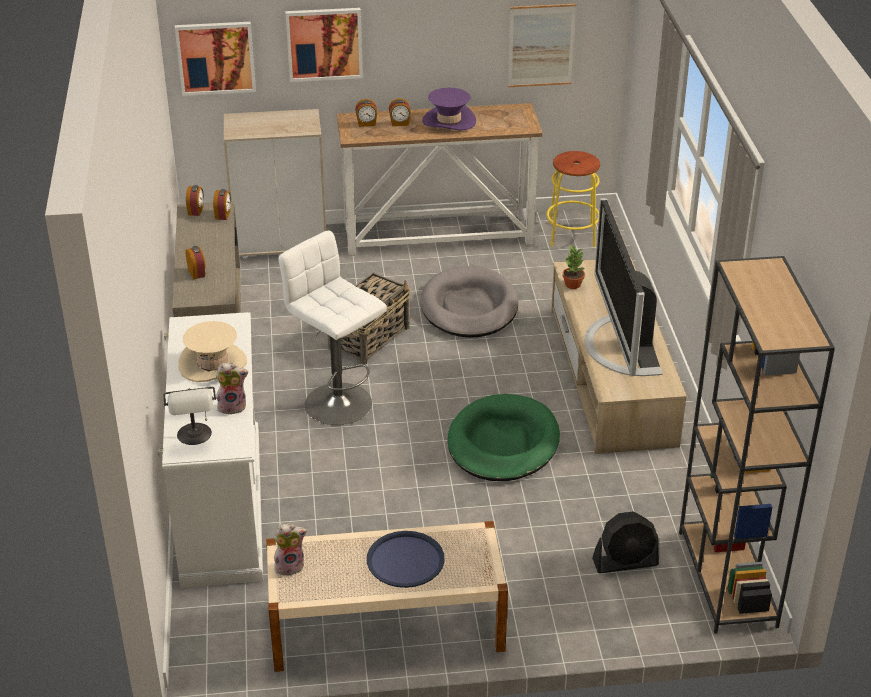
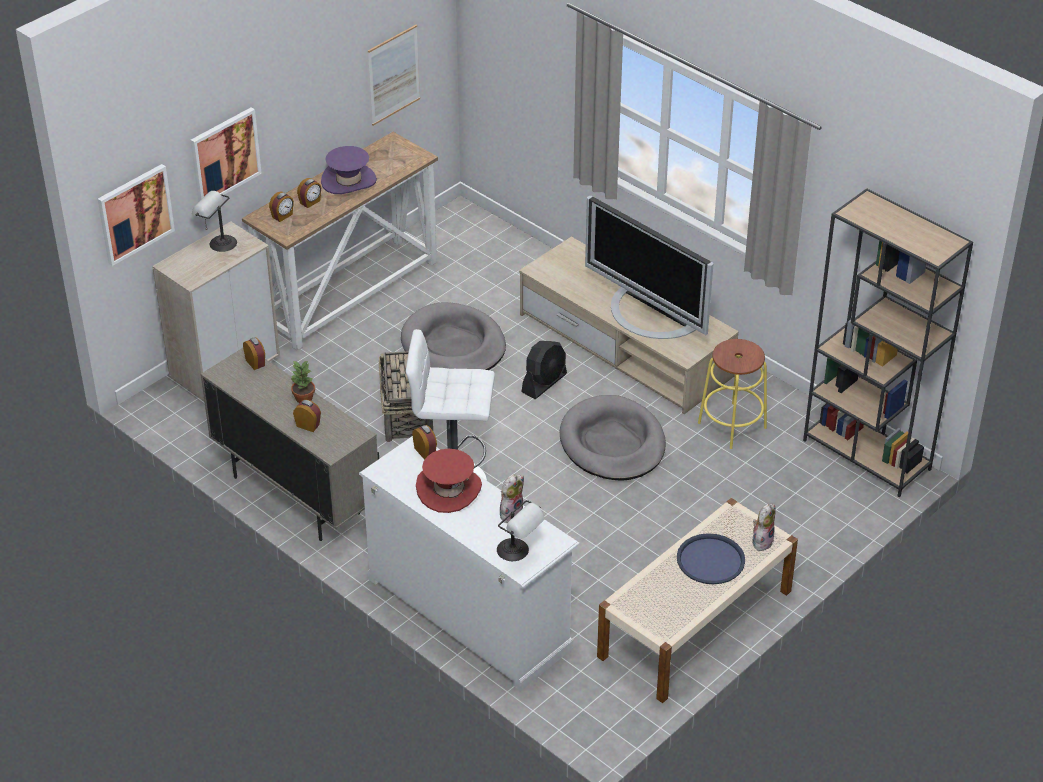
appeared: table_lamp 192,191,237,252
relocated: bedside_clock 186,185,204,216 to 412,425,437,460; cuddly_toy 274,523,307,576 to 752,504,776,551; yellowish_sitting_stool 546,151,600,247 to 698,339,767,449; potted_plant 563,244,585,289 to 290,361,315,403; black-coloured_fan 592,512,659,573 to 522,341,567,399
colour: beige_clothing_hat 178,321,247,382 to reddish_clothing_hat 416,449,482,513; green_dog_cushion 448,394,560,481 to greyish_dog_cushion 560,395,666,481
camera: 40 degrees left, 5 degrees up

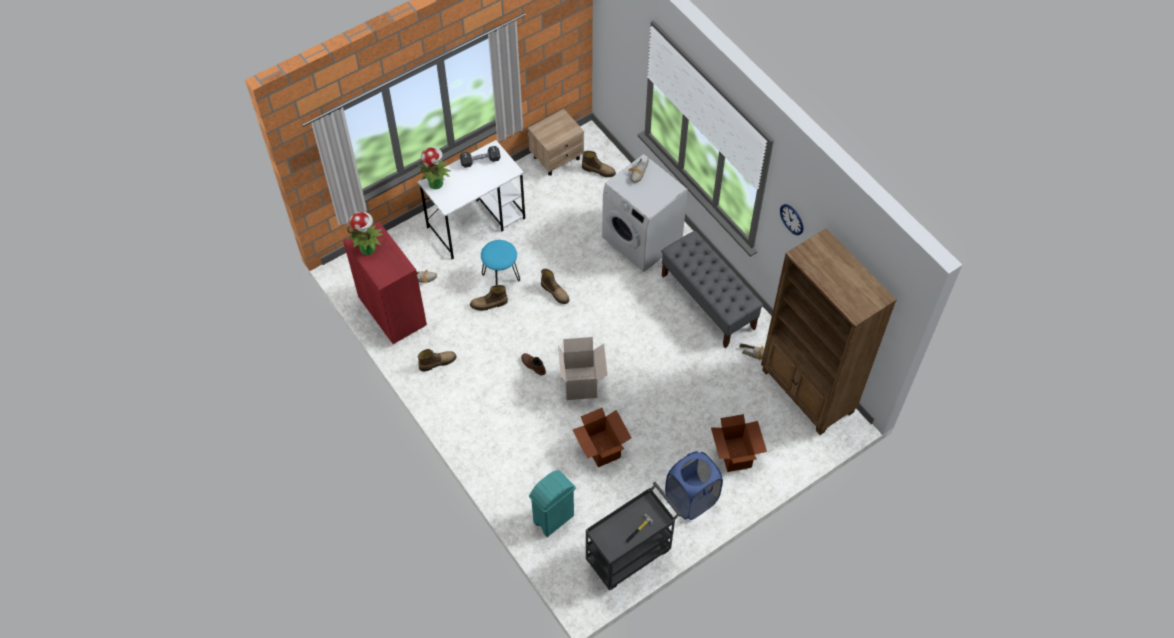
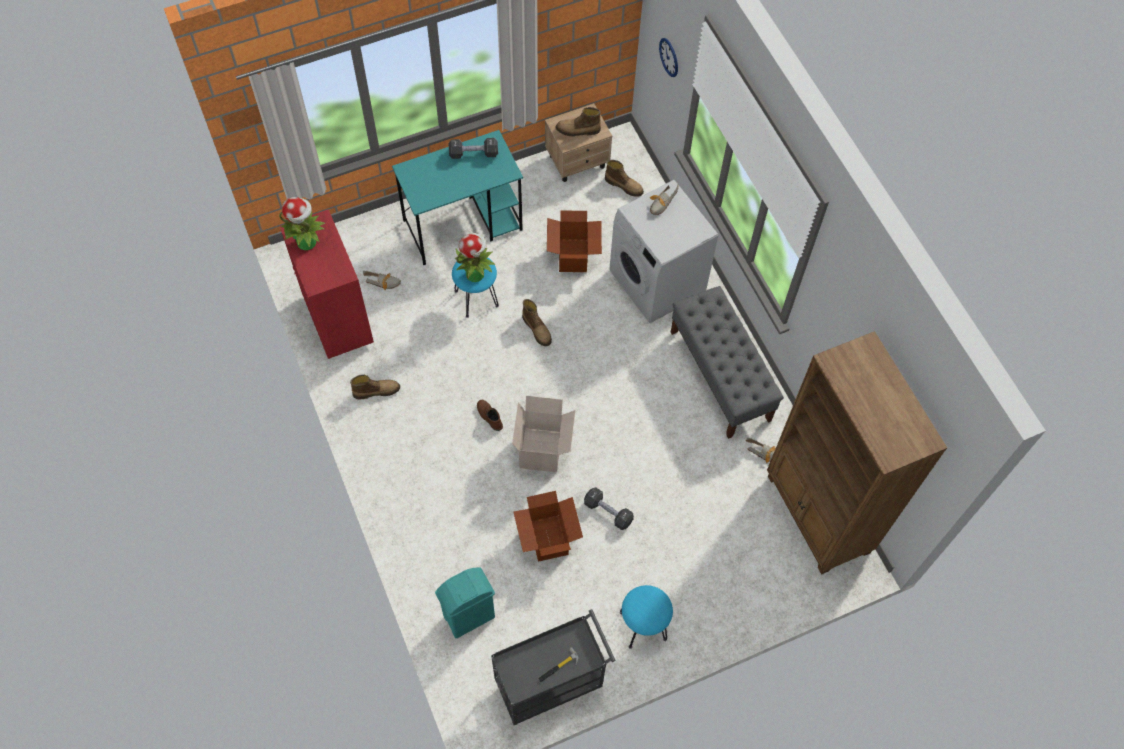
appeared: black-coloured_hand_weight 584,487,634,530
relocated: potted_plant 418,147,451,189 to 454,233,495,282; high-top_boot 470,285,508,311 to 556,107,601,137; packing_box 711,414,767,472 to 547,210,602,272; wall_clock 780,204,803,235 to 659,38,678,77
exchanged: blue-coloured_hamper 665,451,723,520 to blue-green_sitting_stool 620,585,673,649
colour: whitish_desk 417,140,525,259 to blue-green_desk 392,130,523,265
camera: 10 degrees right, 5 degrees up

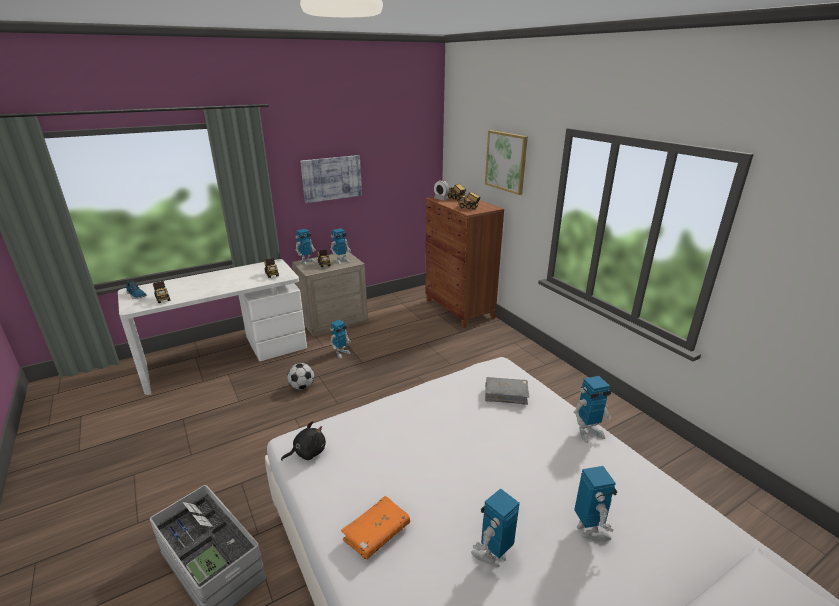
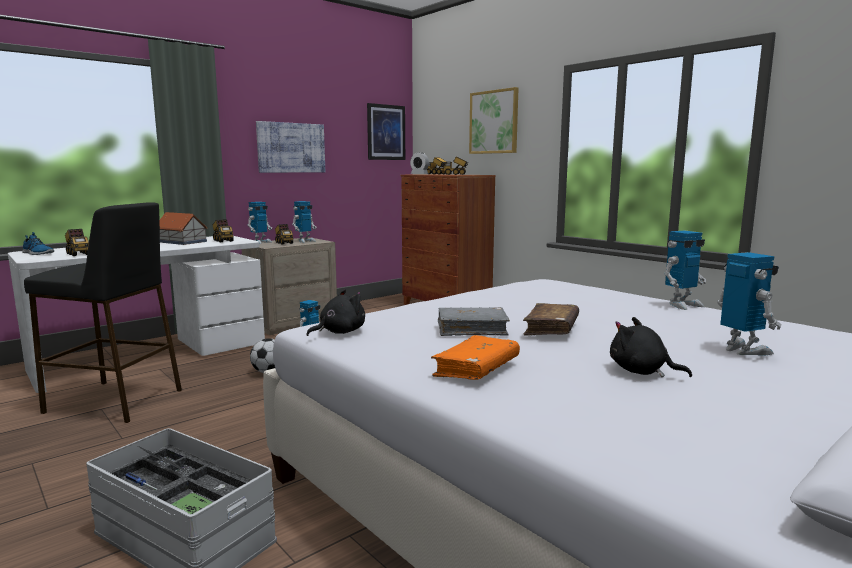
appeared: black-coloured_sitting_stool 24,202,182,423; miniature_house 160,212,207,245; wall_art 367,103,405,160; brownish_bound_book 523,303,579,336
relocated: greyish_bound_book 485,377,529,405 to 438,307,510,336
exchanged: model_robot 471,488,520,567 to black-coloured_cuddly_toy 610,317,692,377
camera: 10 degrees left, 15 degrees down

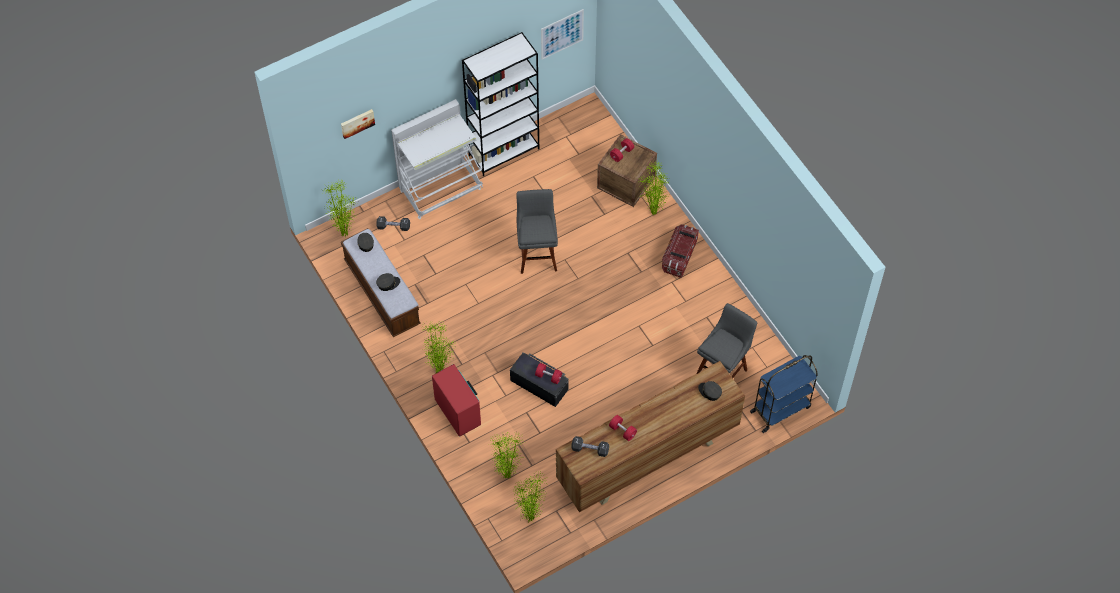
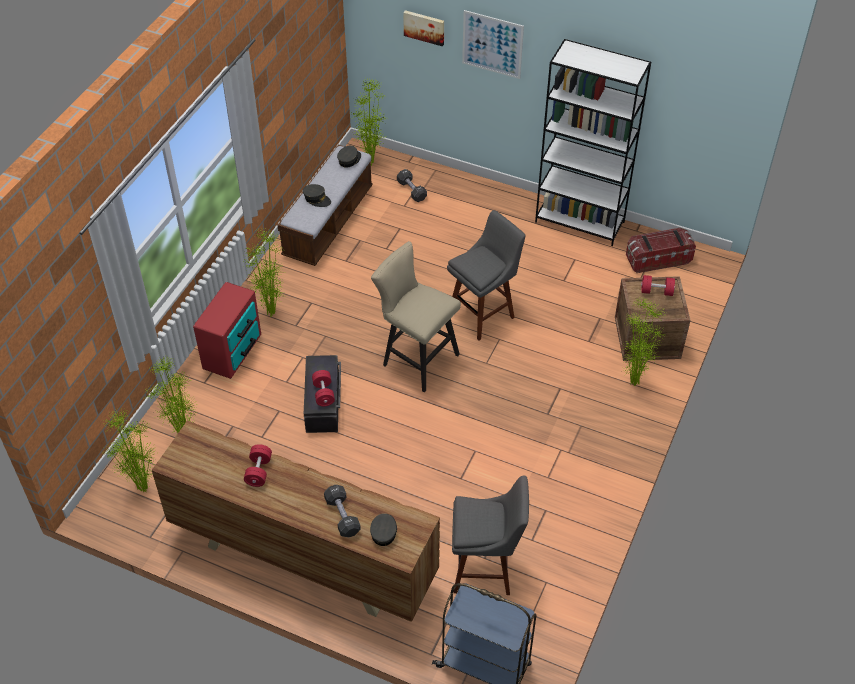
missing: whitish_shoe_shelf 391,100,483,219
appeared: beige_sitting_stool 371,241,461,392
relocated: wall_art 541,9,584,60 to 462,10,524,79; black-coloured_hand_weight 571,436,609,457 to 324,485,361,537; storage_box 662,224,699,278 to 626,228,696,273
camera: 55 degrees right, 10 degrees down

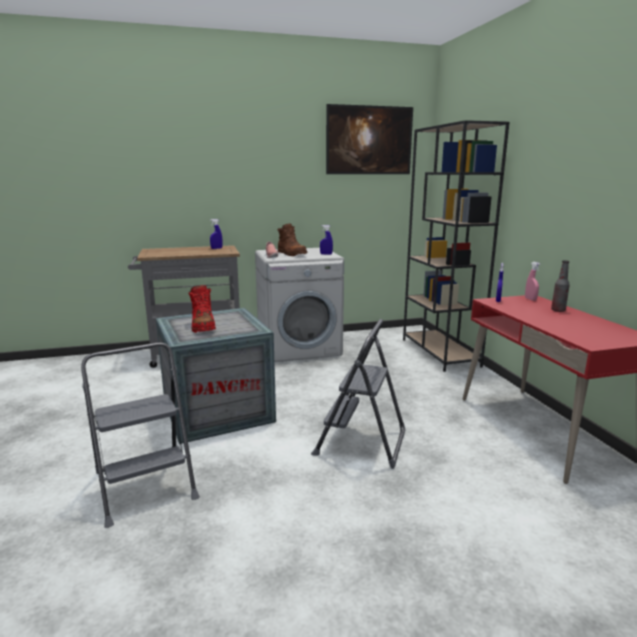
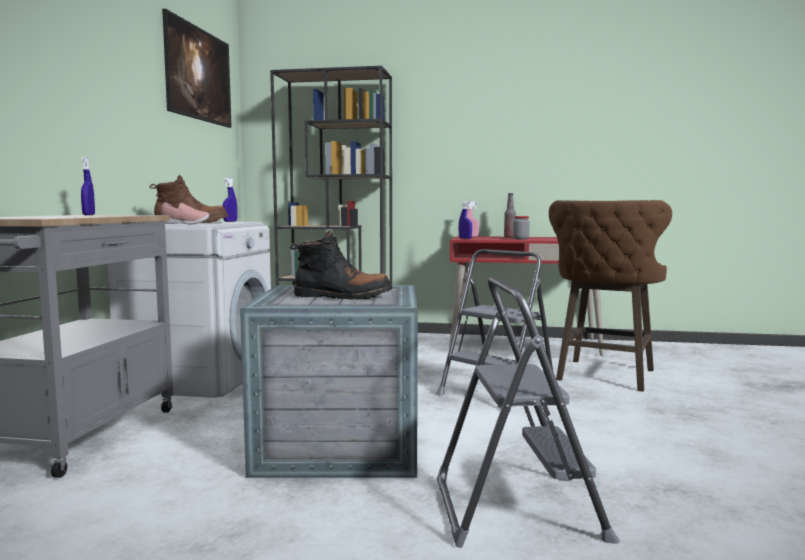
appeared: jar 513,216,530,240; brownish_sitting_stool 549,200,672,392
colour: reddish_high-top_boot 188,285,216,333 to black-coloured_high-top_boot 290,230,393,300
camera: 65 degrees left, 10 degrees down

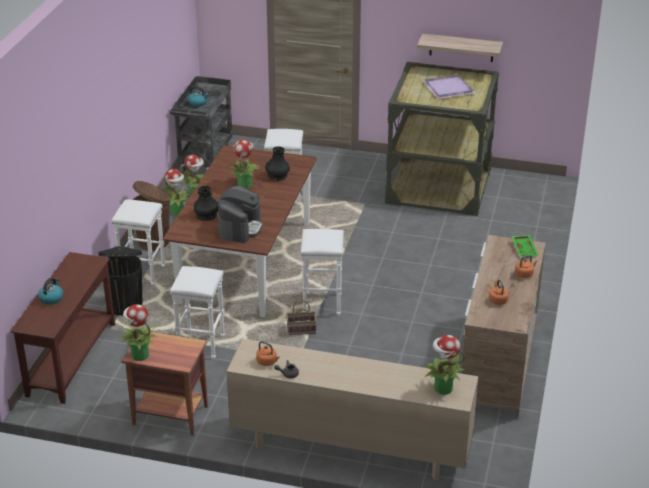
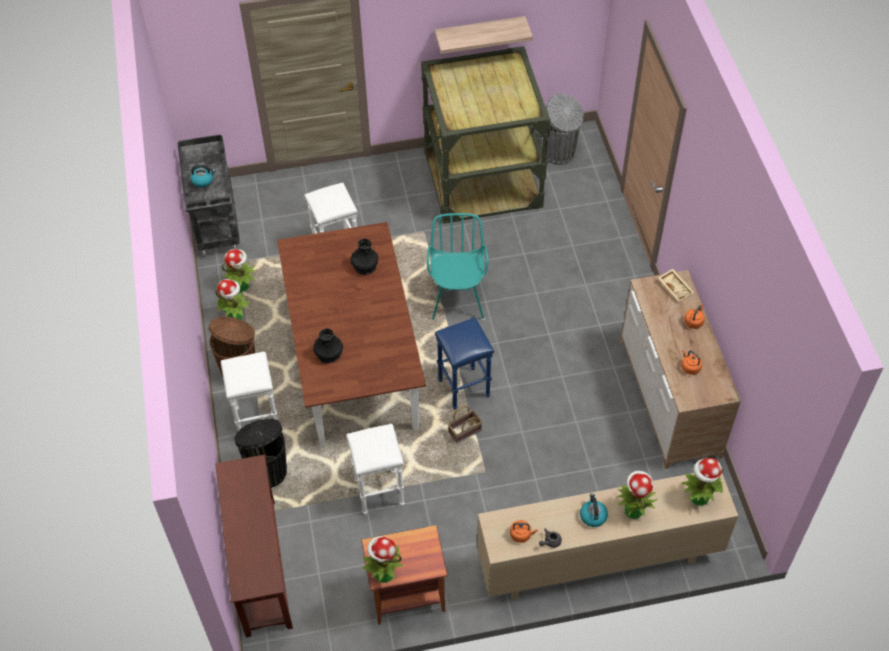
missing: coffee_machine 218,186,263,243; purplish_serving_tray 423,74,475,99
appeared: blue-green_chair 427,213,489,320; greyish_trash_can 546,93,584,165
relocated: water_kettle 38,278,63,305 to 580,493,608,527; potted_plant 229,139,260,189 to 617,471,658,519
colour: whitish_sitting_stool 300,229,344,316 to blue-coloured_sitting_stool 435,317,494,409; green_serving_tray 511,235,539,258 to beige_serving_tray 658,269,694,302
camera: 25 degrees left, 20 degrees up

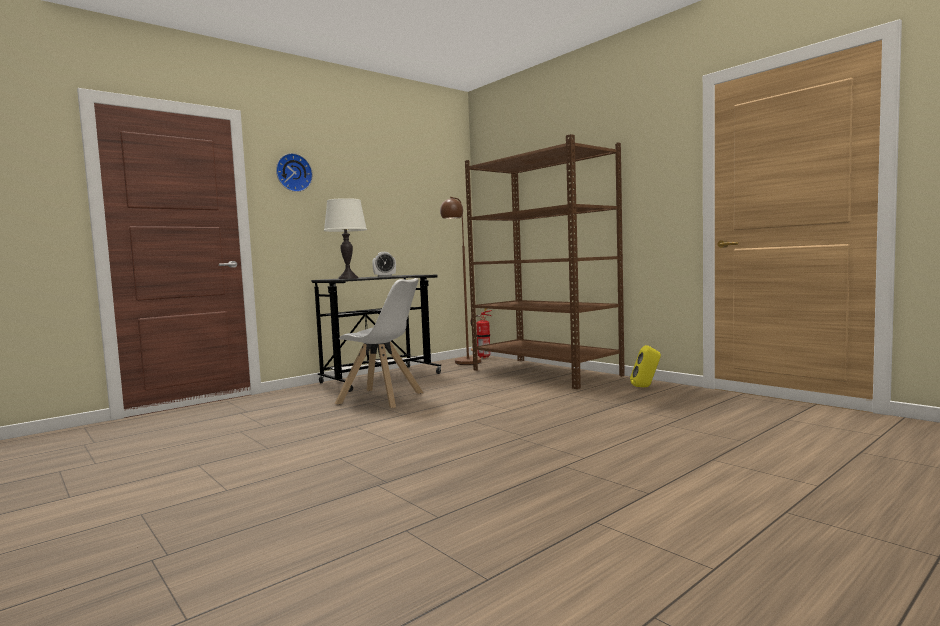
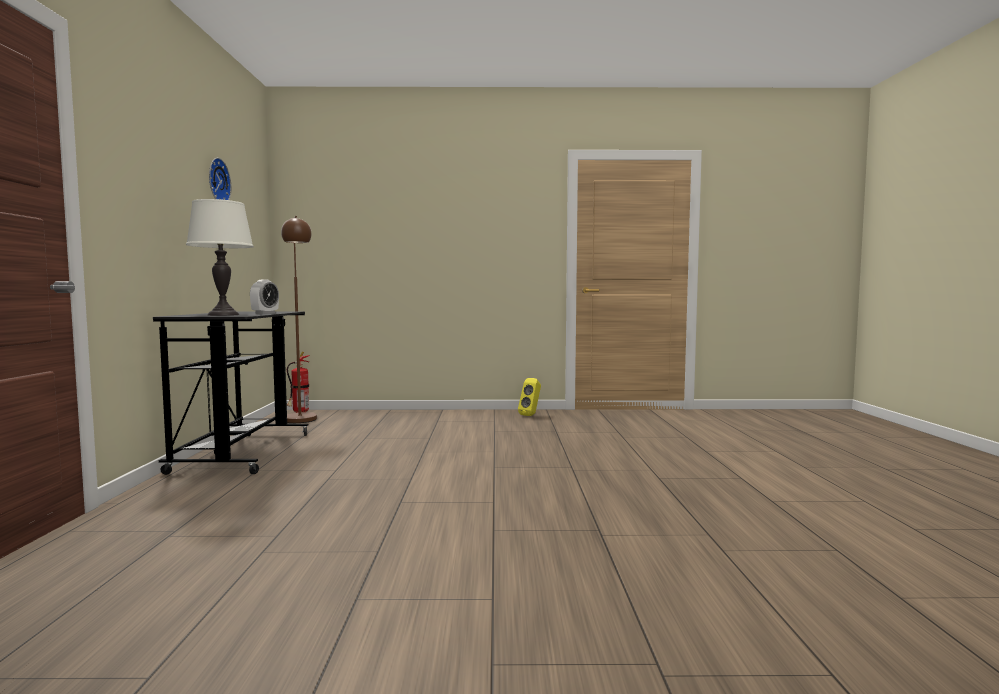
missing: chair 335,278,423,408; brownish_bookcase 465,134,625,389
relocated: wall_clock 276,153,313,192 to 209,158,232,200
camera: 50 degrees left, 0 degrees up

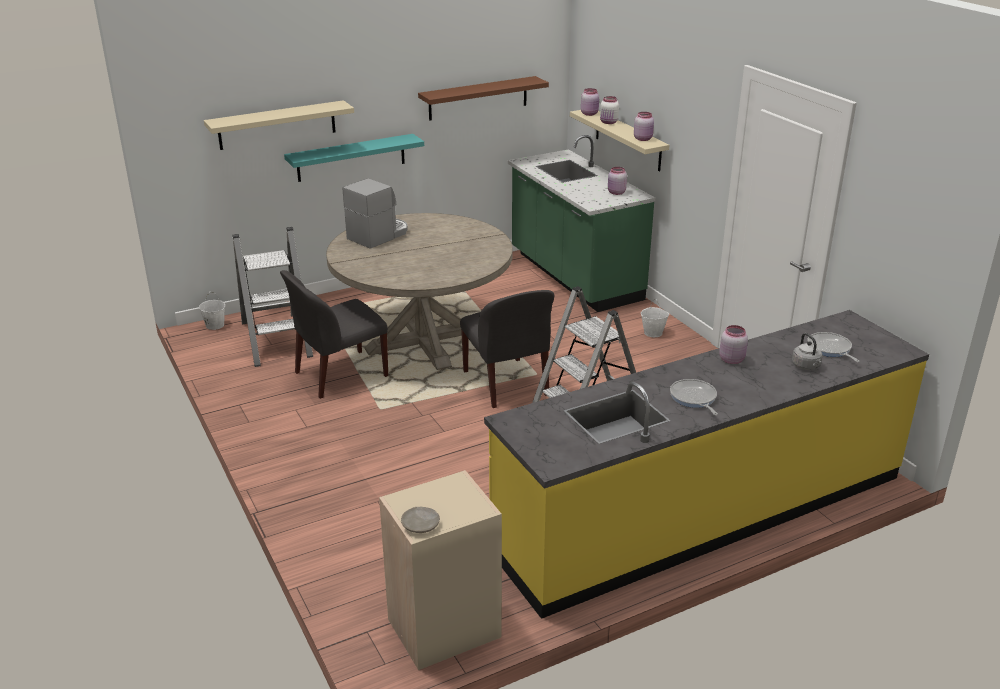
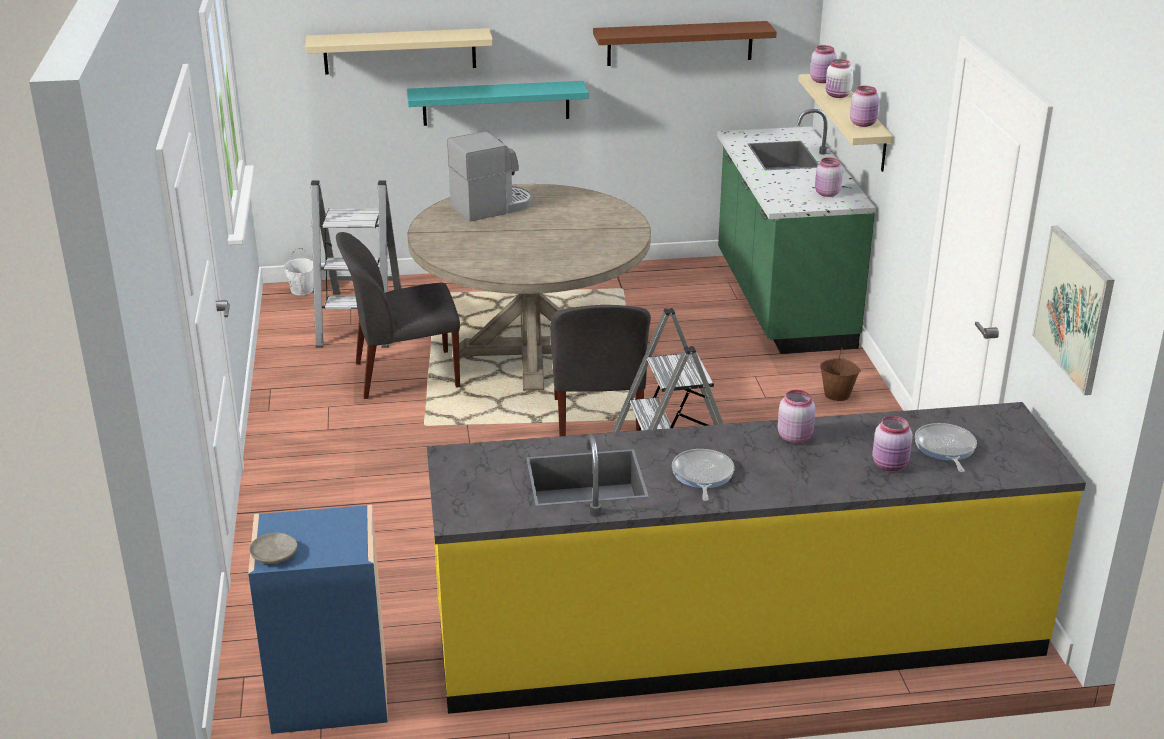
appeared: wall_art 1032,226,1114,395
exchanged: greyish_water_kettle 792,333,823,370 to pink-coloured_jar 872,416,913,471
colour: beige_bookcase 379,470,502,670 to blue-coloured_bookcase 248,505,388,734; whitish_bucket 641,299,669,337 to brownish_bucket 820,348,861,401
camera: 20 degrees right, 0 degrees up

